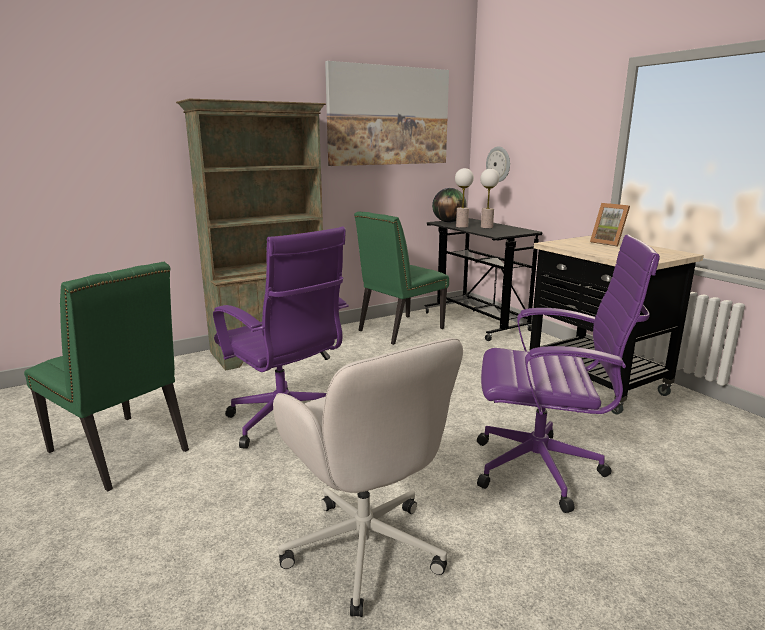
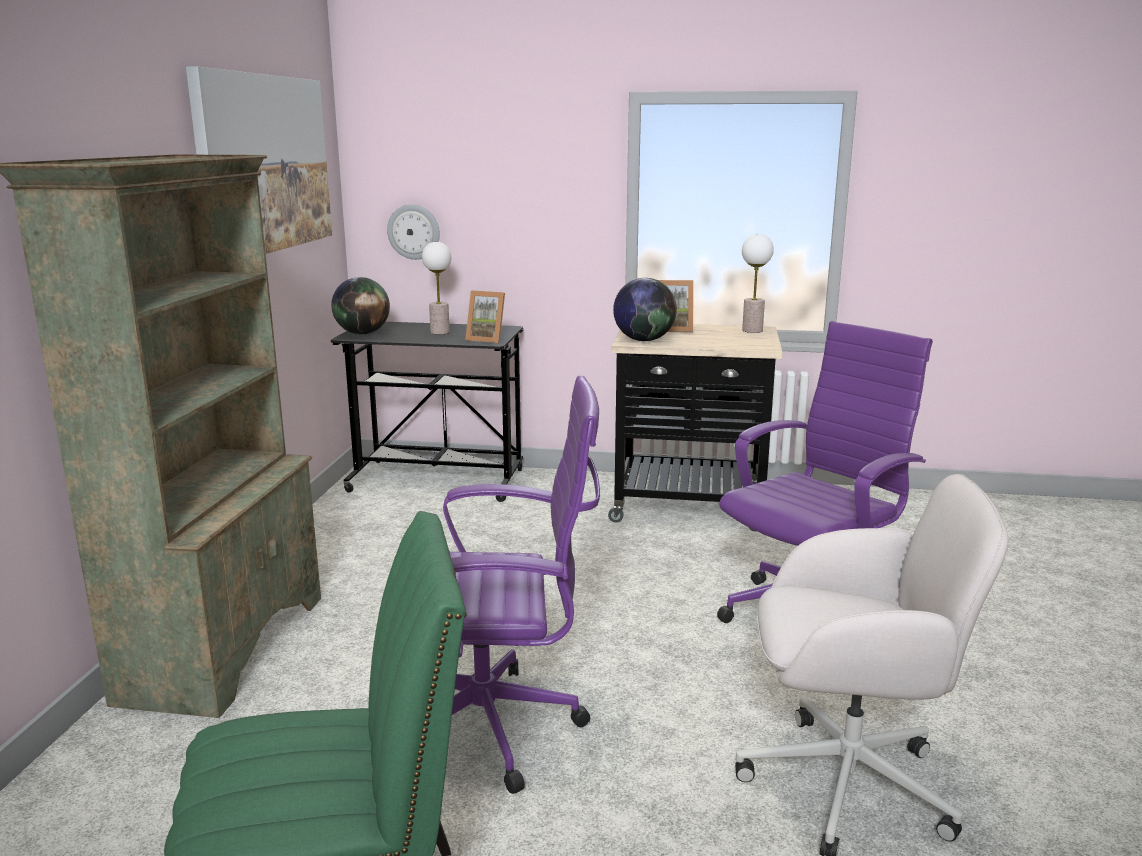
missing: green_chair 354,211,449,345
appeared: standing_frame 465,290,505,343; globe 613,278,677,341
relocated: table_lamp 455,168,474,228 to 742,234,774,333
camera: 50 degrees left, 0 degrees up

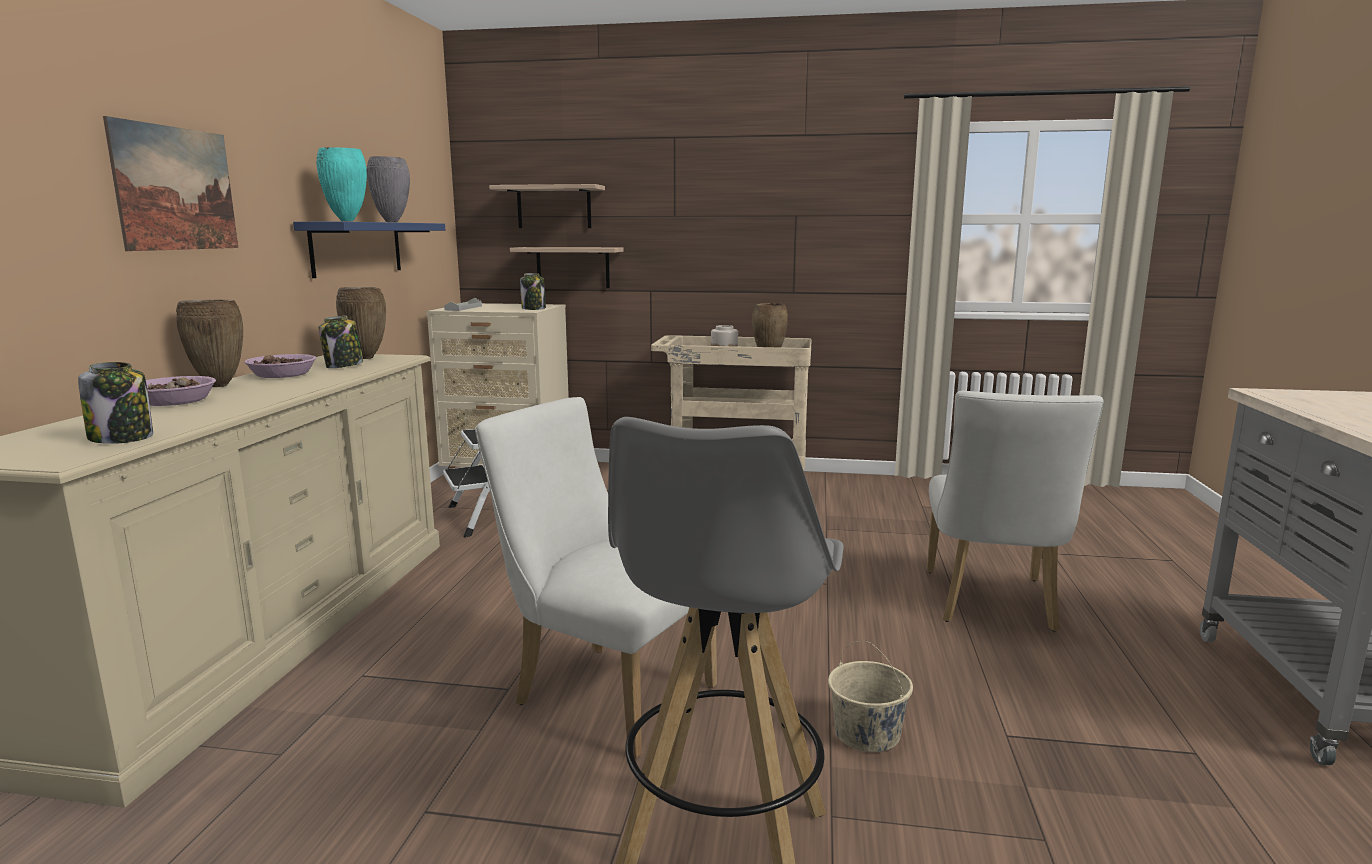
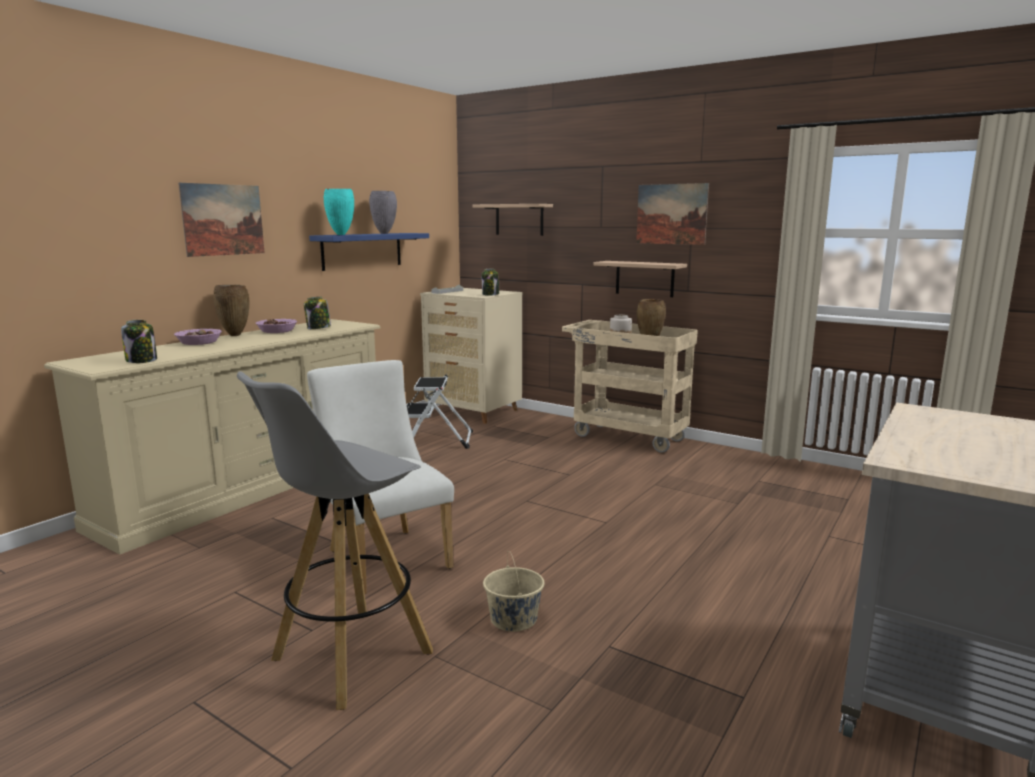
missing: brownish_decorative_vase 336,287,386,359; whitish_chair 927,391,1104,632
appeared: wall_art 636,183,709,245
relocated: bracket_shelf 510,247,624,288 to 593,261,687,297
camera: 25 degrees right, 0 degrees up

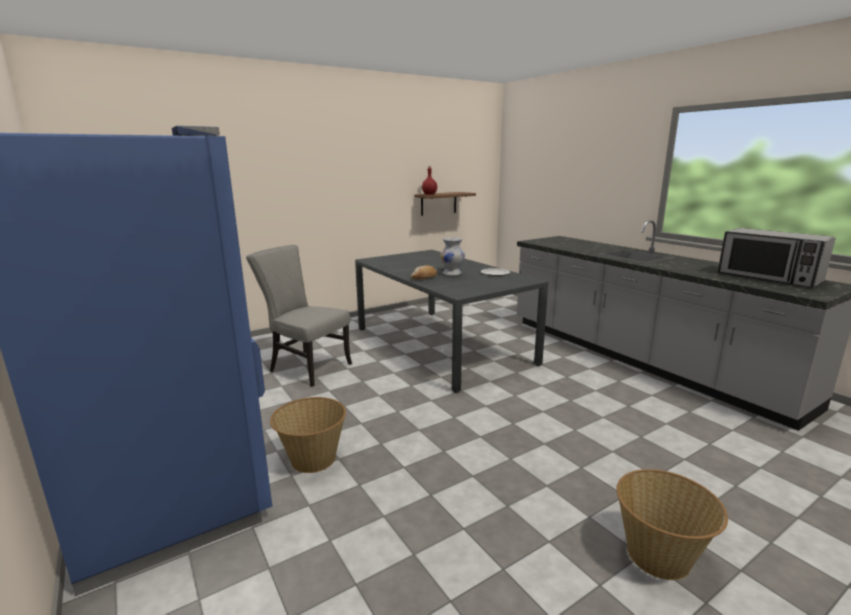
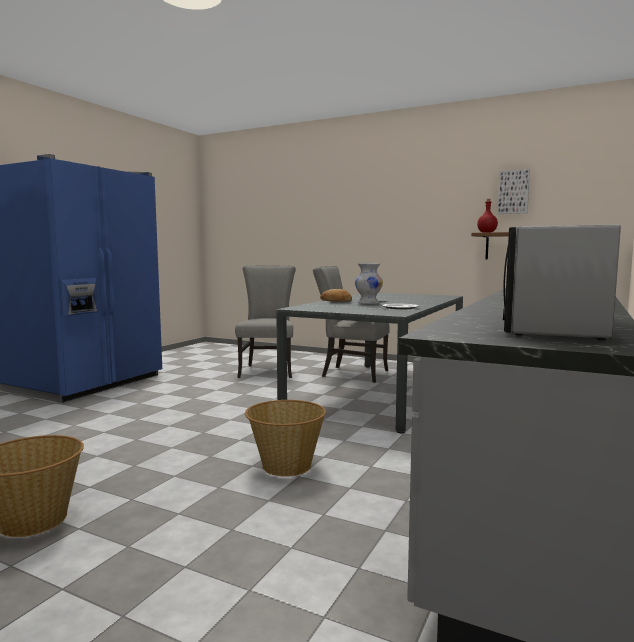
appeared: greyish_chair 313,266,390,383; wall_art 498,169,530,214
relocated: household_basket 270,397,346,473 to 245,400,326,477
camera: 60 degrees right, 10 degrees down

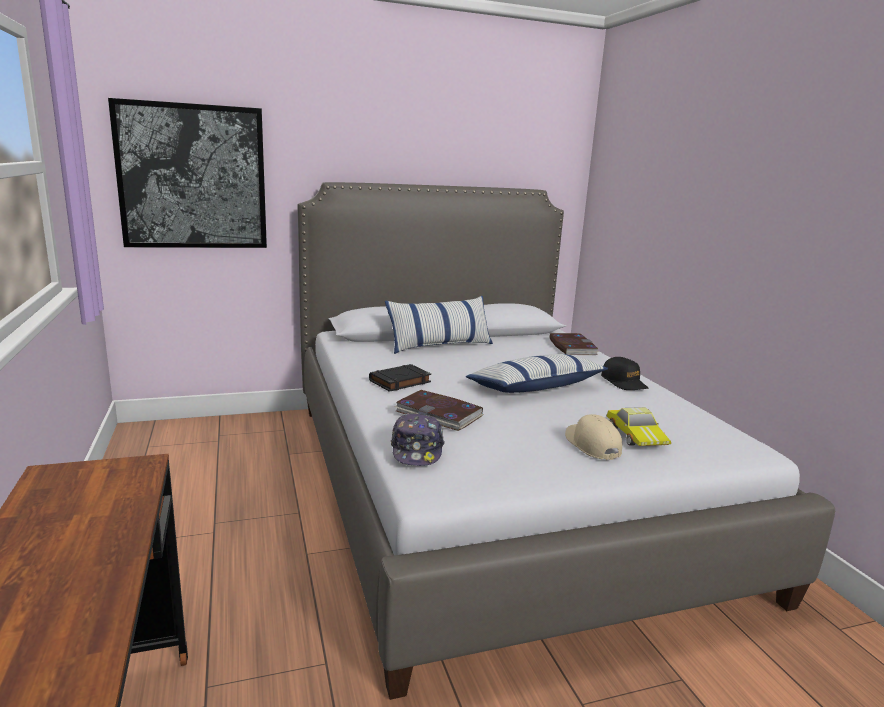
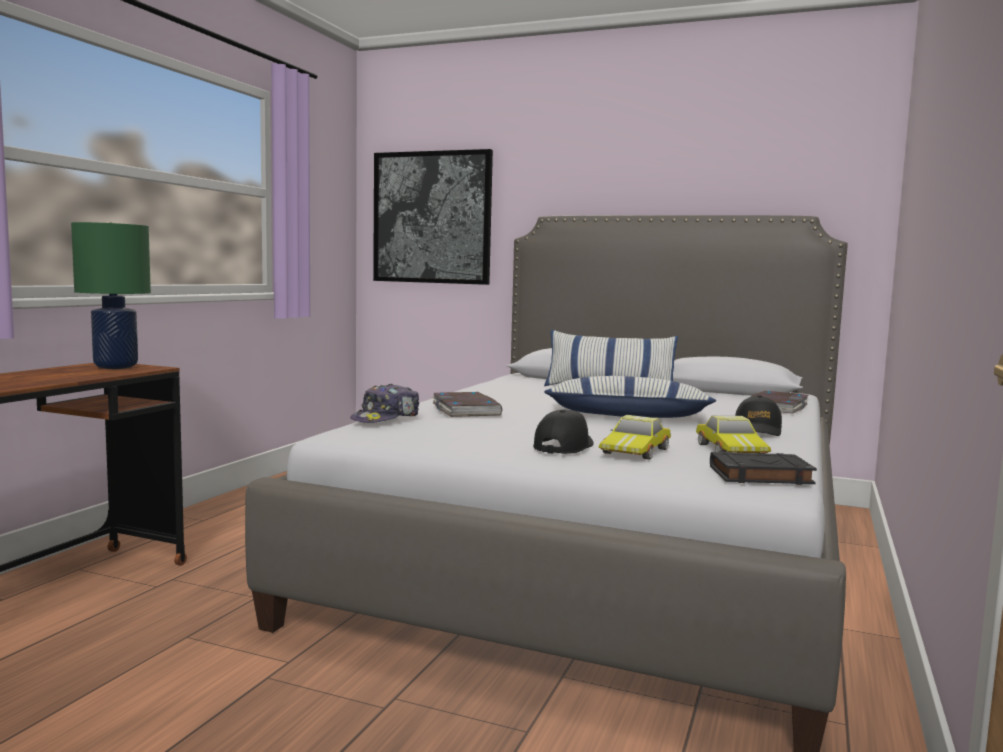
appeared: green_table_lamp 71,222,151,369; miniature_car 696,416,771,454
relocated: black-coloured_bound_book 369,364,431,392 to 710,452,817,485
colour: beige_peaked_cap 565,414,622,460 to black-coloured_peaked_cap 533,409,594,454
camera: 40 degrees right, 10 degrees down

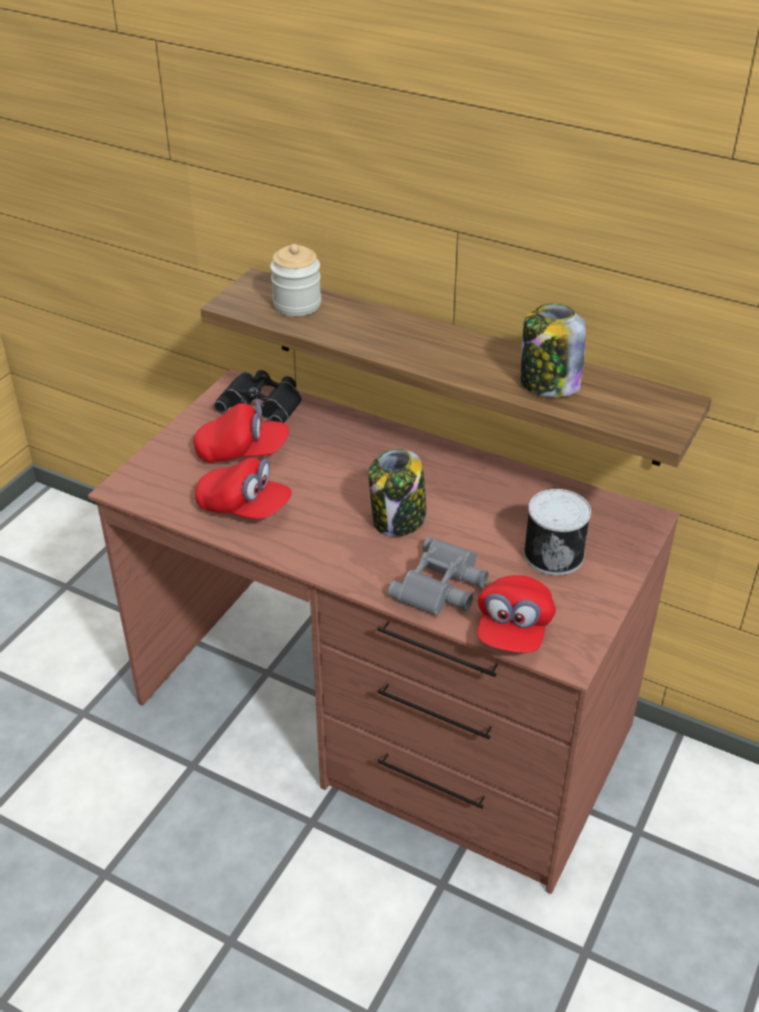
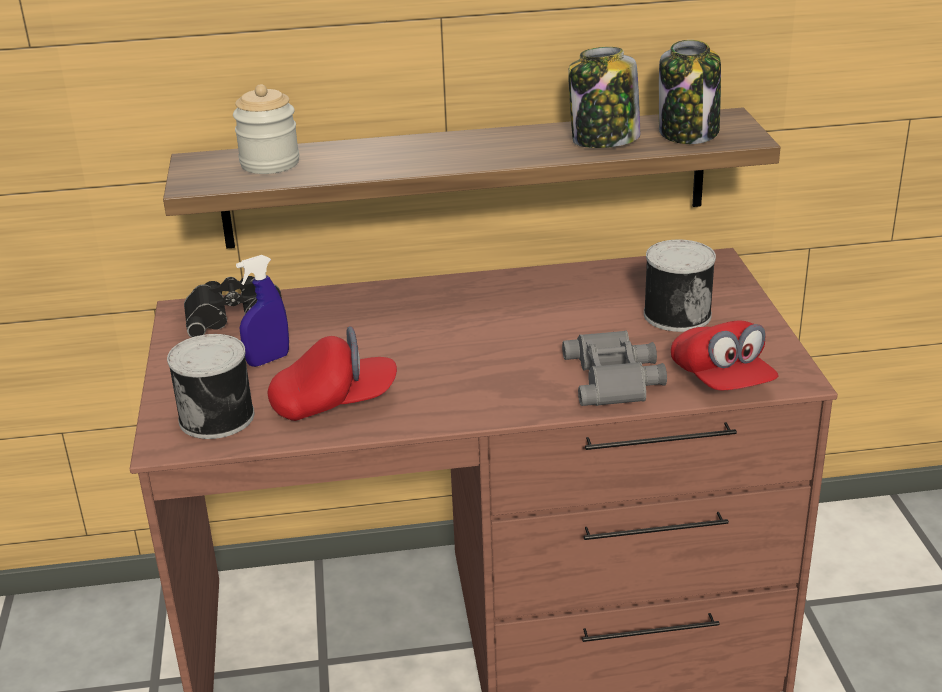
appeared: can 167,334,254,439
relocated: jar 368,448,427,537 to 659,40,721,144
exchanged: reddish_peaked_cap 193,399,289,463 to blue-coloured_hand_sprayer 236,255,289,367
camera: 35 degrees left, 10 degrees down

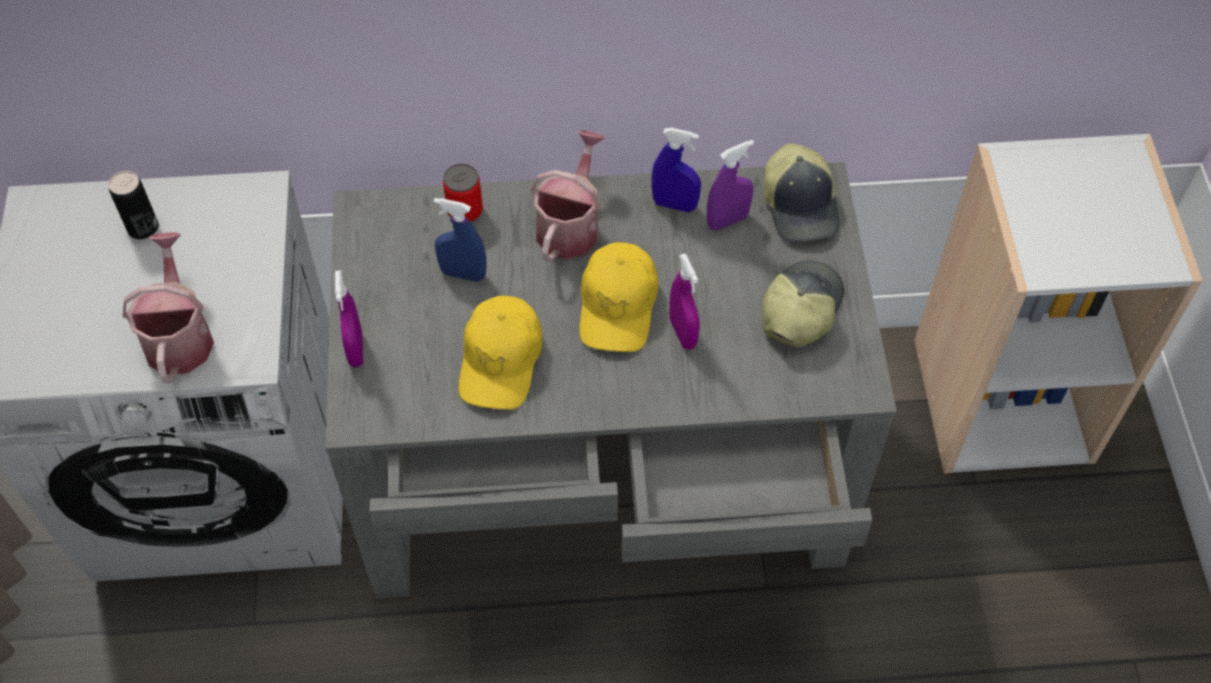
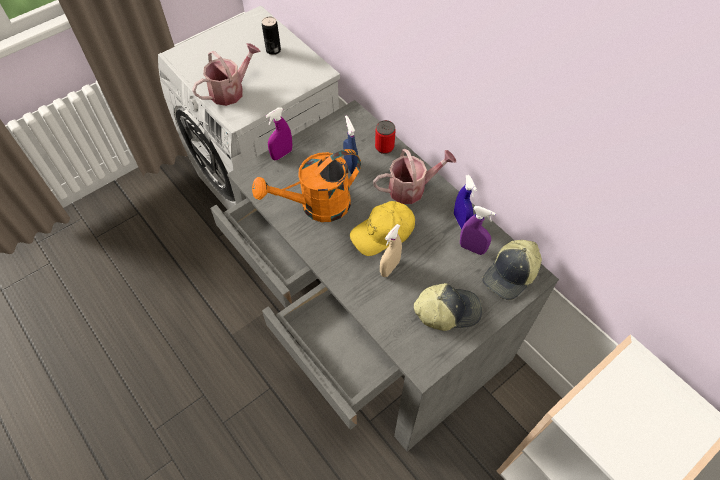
exchanged: yellowish_peaked_cap 458,296,542,410 to orange-coloured_sprinkling_can 252,149,361,222
colour: purplish_hand_sprayer 669,253,700,350 to beige_hand_sprayer 380,224,402,277
camera: 55 degrees right, 0 degrees up

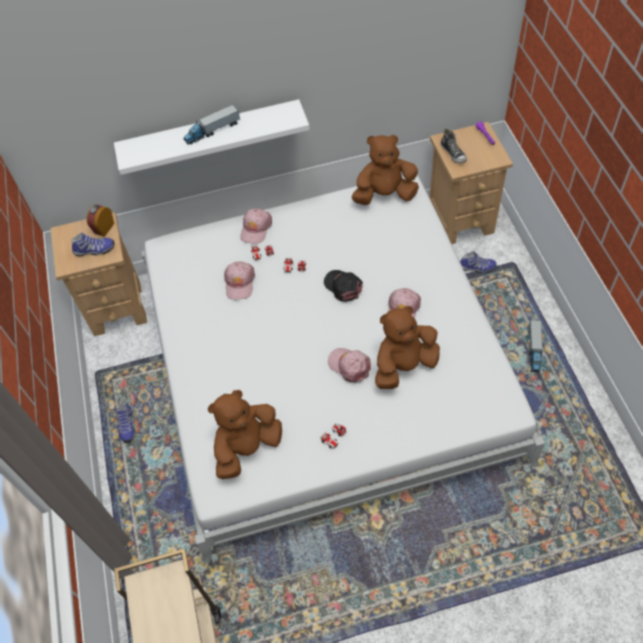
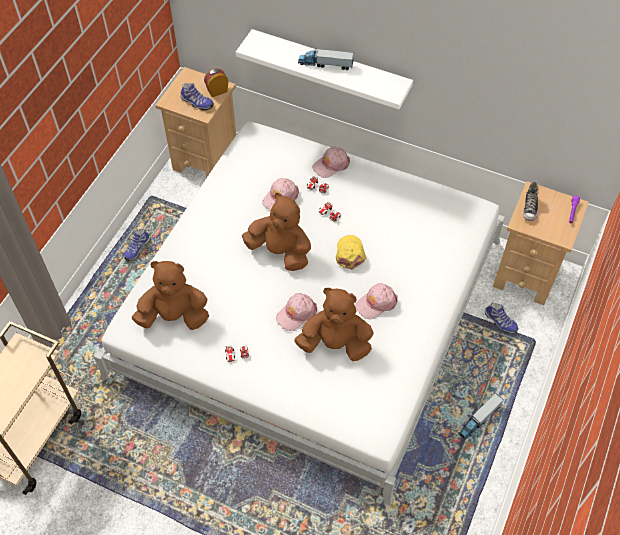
relocated: brownish_cuddly_toy 351,134,419,205 to 242,193,311,271
colour: black-coloured_peaked_cap 324,270,363,302 to yellowish_peaked_cap 336,235,366,270
spun: pink-coloured_peaked_cap 328,348,371,383 = 276,293,317,331 120 degrees counterclockwise
camera: 35 degrees right, 0 degrees up

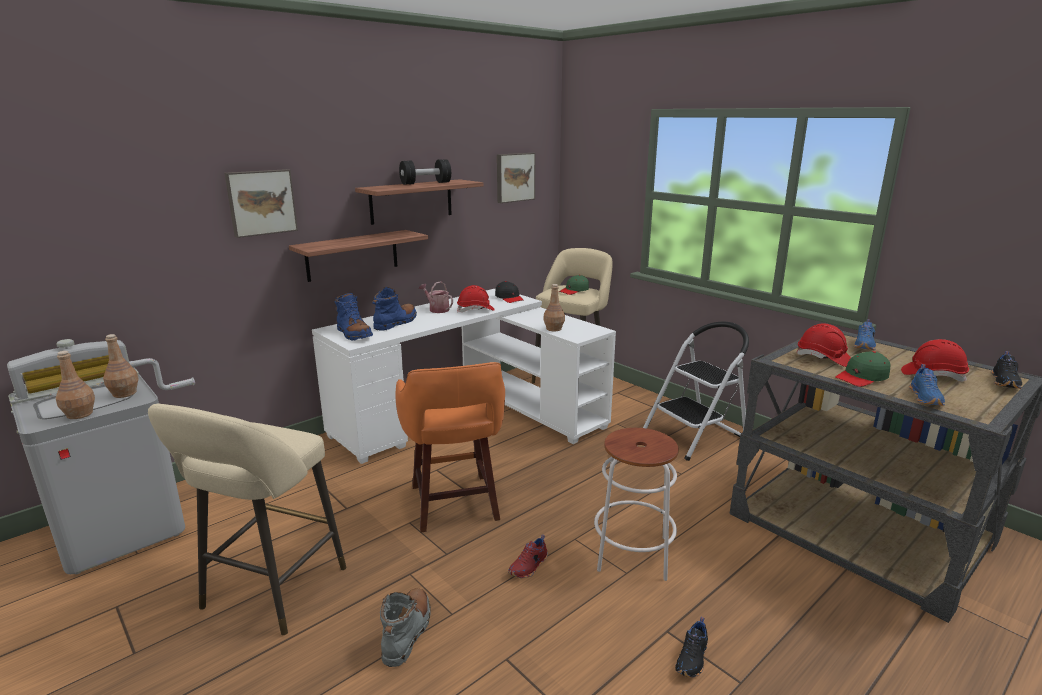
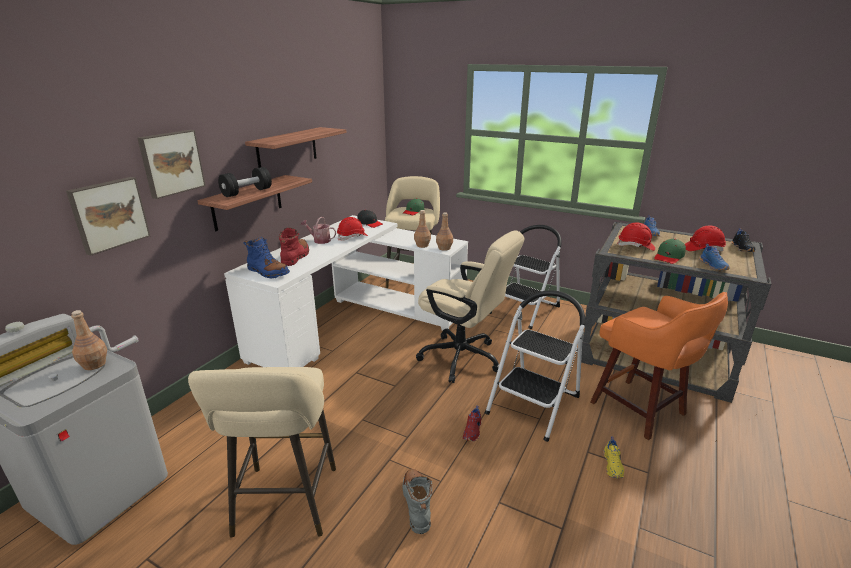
appeared: beige_computer_chair 416,230,525,383
relocated: brownish_drink_bottle 56,351,95,419 to 436,212,453,251; orange-coloured_sitting_stool 396,362,505,532 to 590,292,728,440; black-coloured_hand_weight 399,159,451,185 to 218,167,272,197; wall_art 497,153,536,203 to 66,177,150,256
exchanged: whitish_sitting_stool 594,428,679,581 to step_stool 485,290,585,442
colour: blue-coloured_high-top_boot 372,287,417,331 to reddish_high-top_boot 279,228,309,266; black-coloured_low_shoe 675,616,708,678 to yellowish_low_shoe 603,436,624,478
camera: 20 degrees left, 5 degrees up

